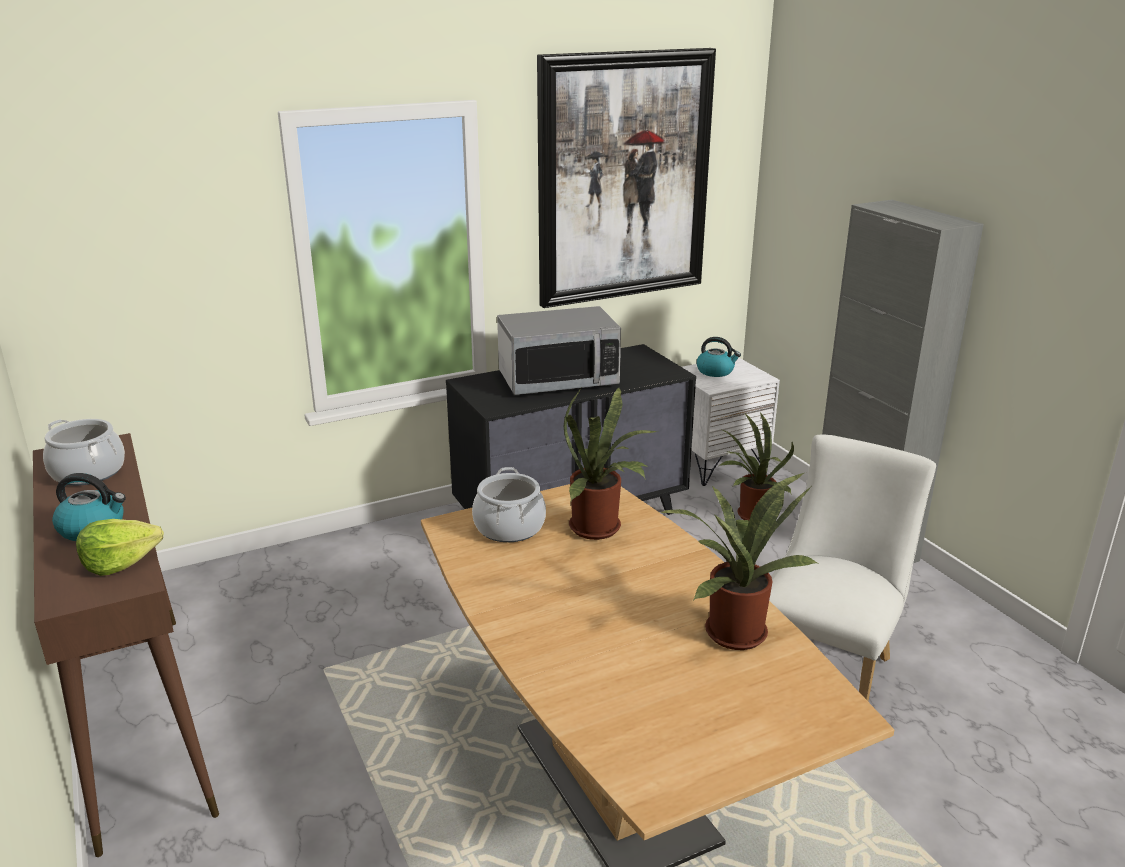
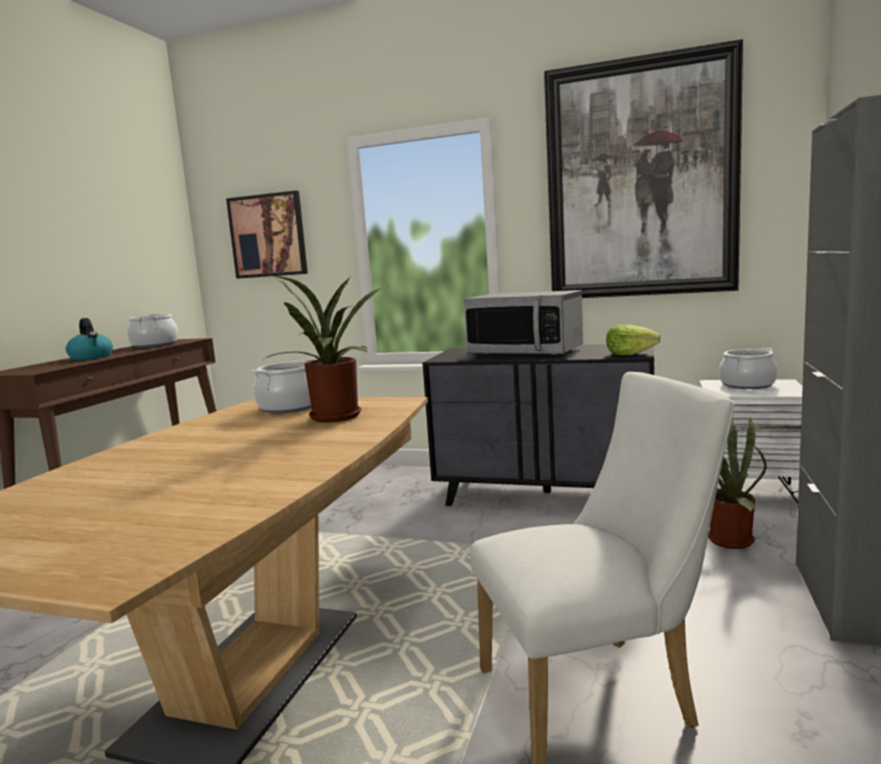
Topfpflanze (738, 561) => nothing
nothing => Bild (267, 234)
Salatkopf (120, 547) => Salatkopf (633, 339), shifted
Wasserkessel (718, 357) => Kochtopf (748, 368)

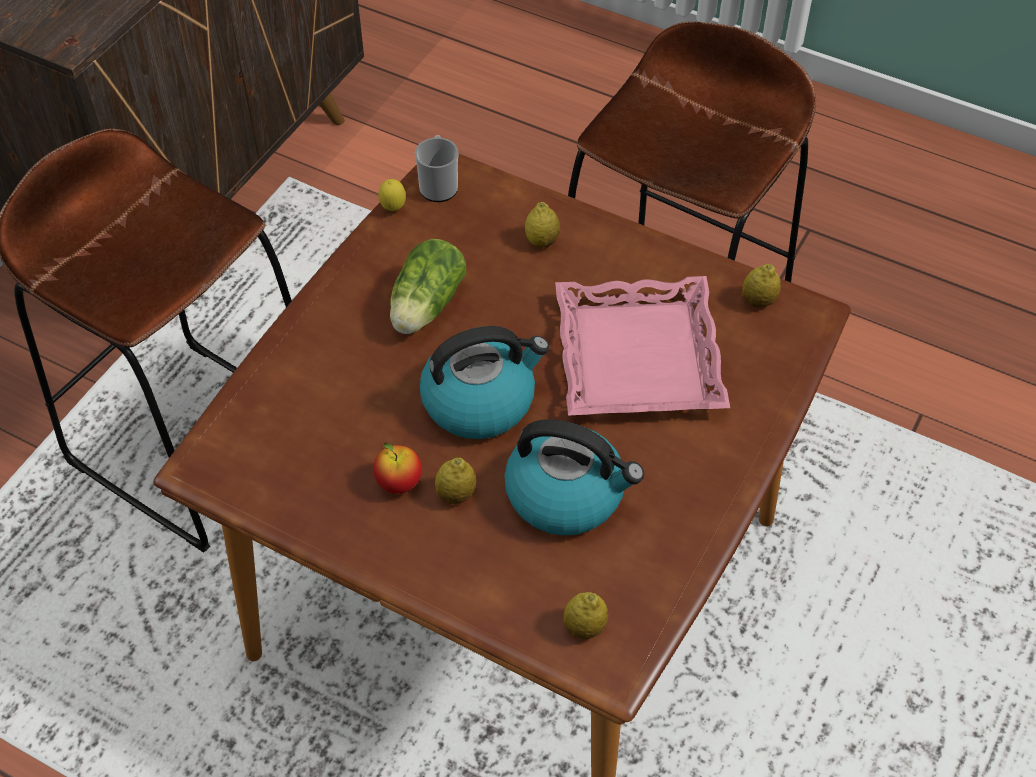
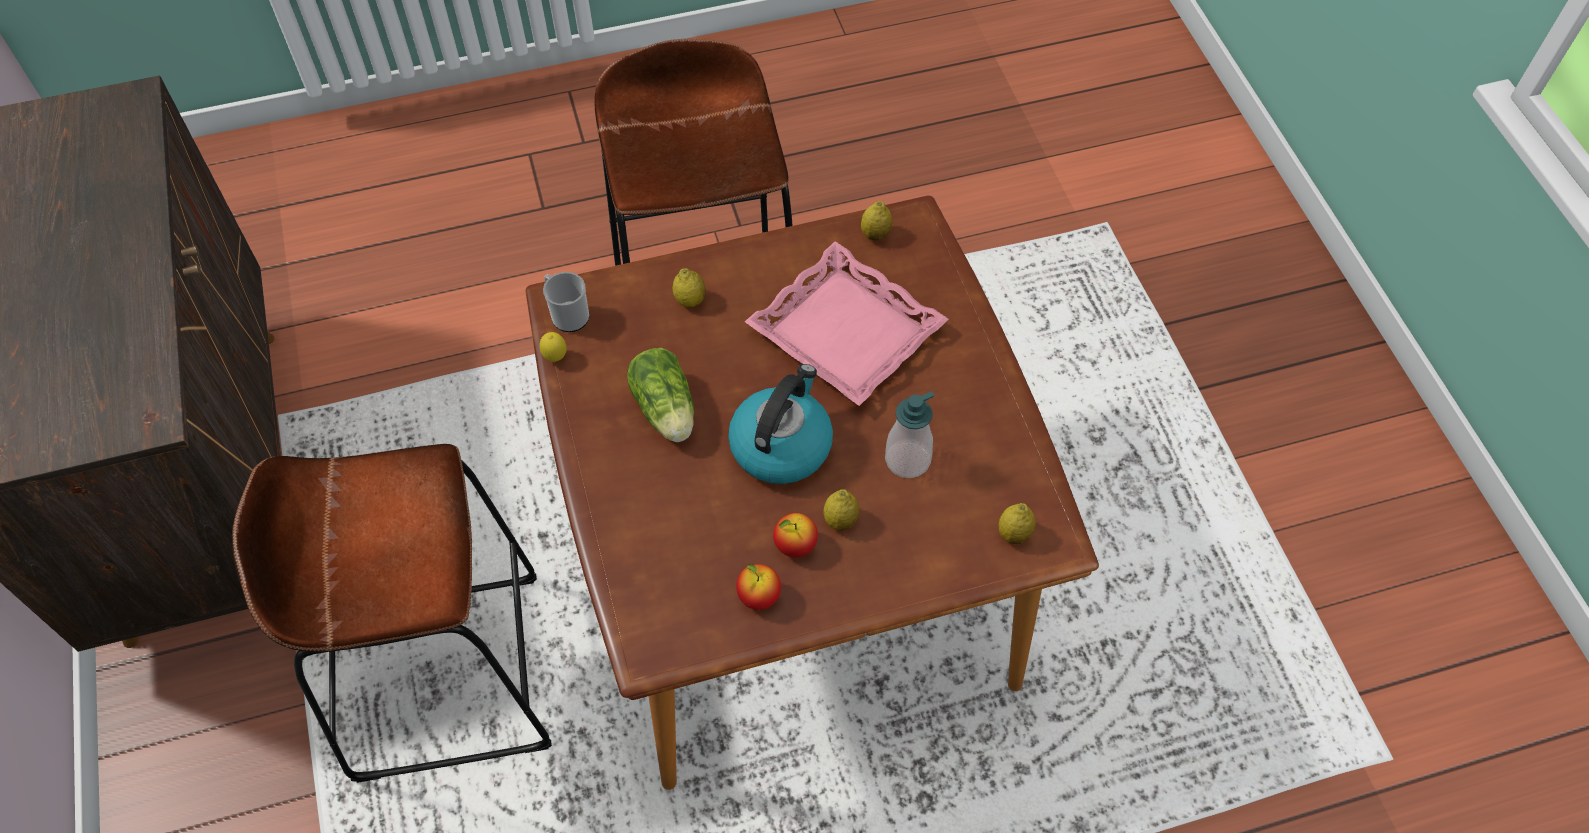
nothing => Apfel (758, 587)
Wasserkessel (574, 477) => Seifenspender (909, 434)

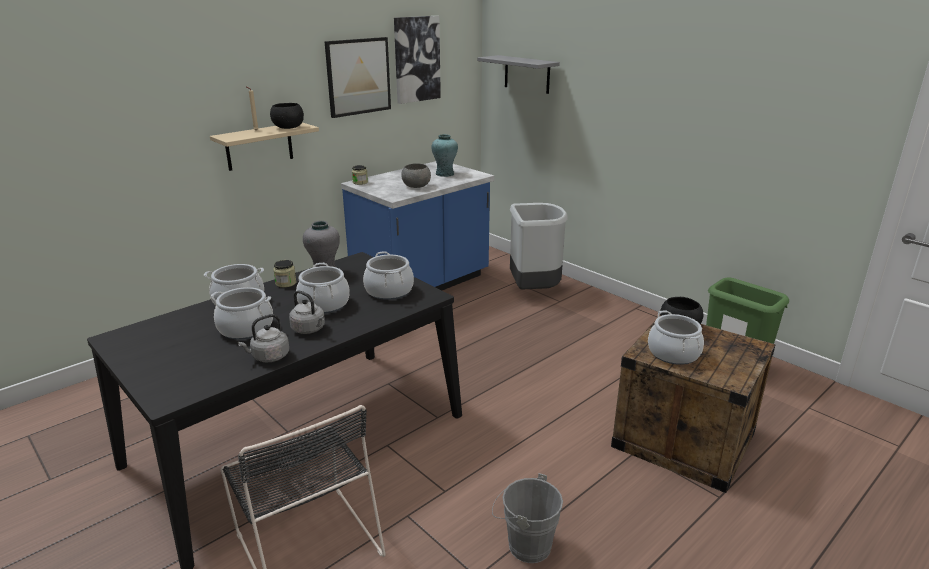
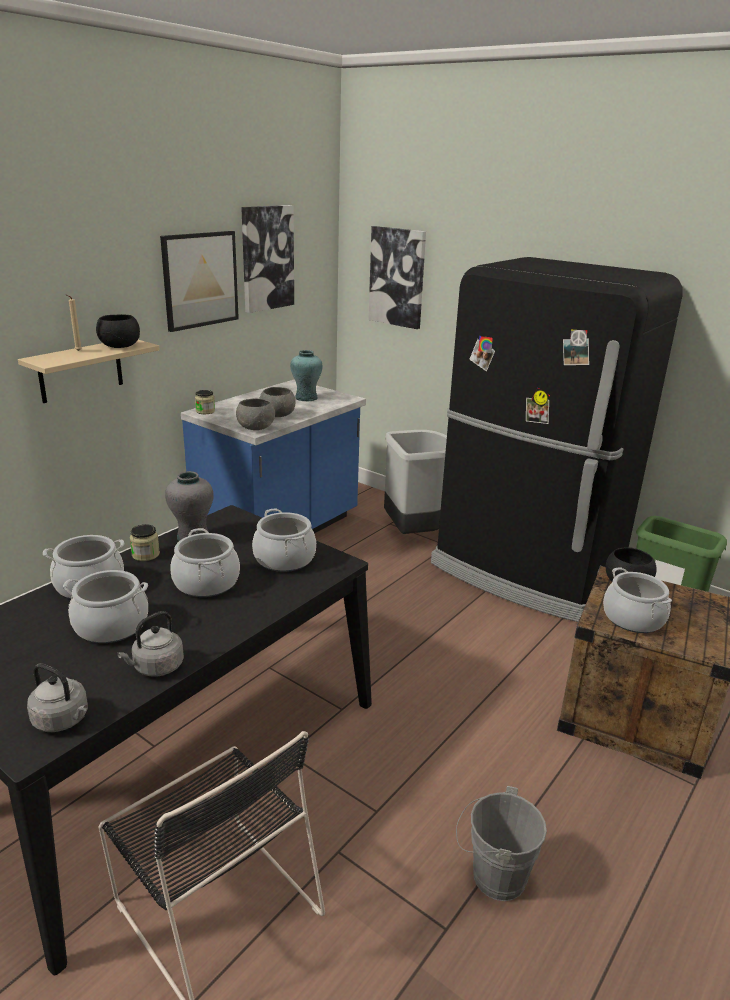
nothing => Schüssel [grau] (255, 414)
nothing => Kühlschrank [schwarz] (557, 439)
Wasserkessel [grau] (307, 312) => Wasserkessel [grau] (57, 697), shifted
Wandregal [grau] (518, 74) => Bild (397, 277)

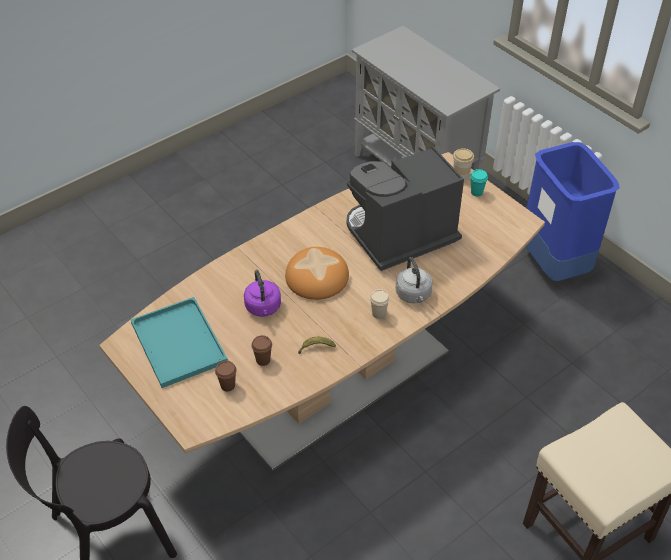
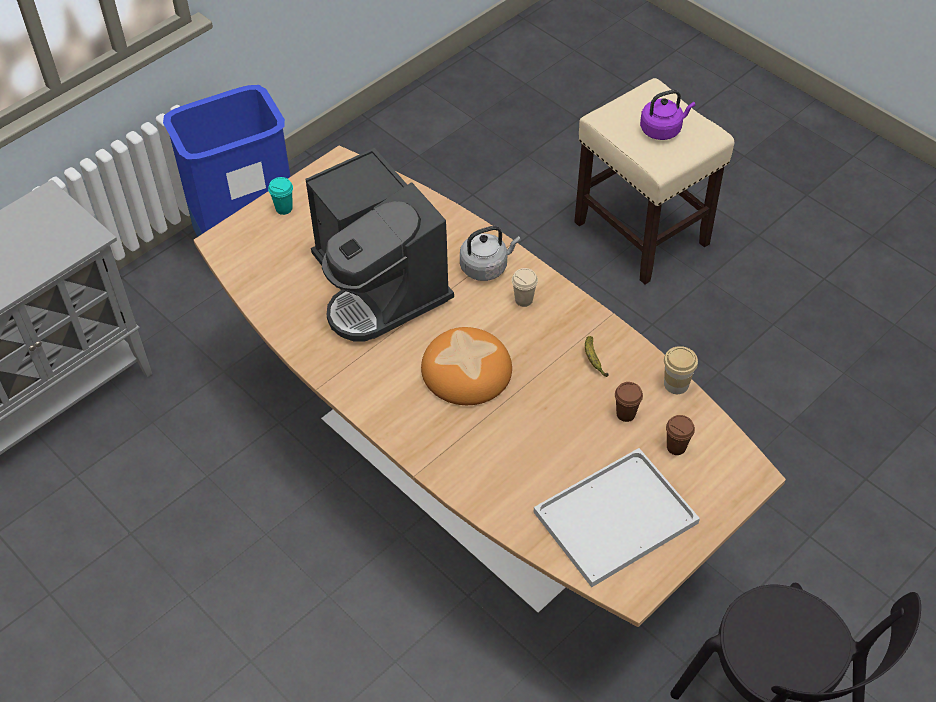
Wasserkessel [lila] (262, 293) => Wasserkessel [lila] (667, 115), shifted
Tasse (463, 164) => Tasse (681, 370), shifted
Tablett [türkis] (179, 342) => Tablett [weiß] (617, 518)

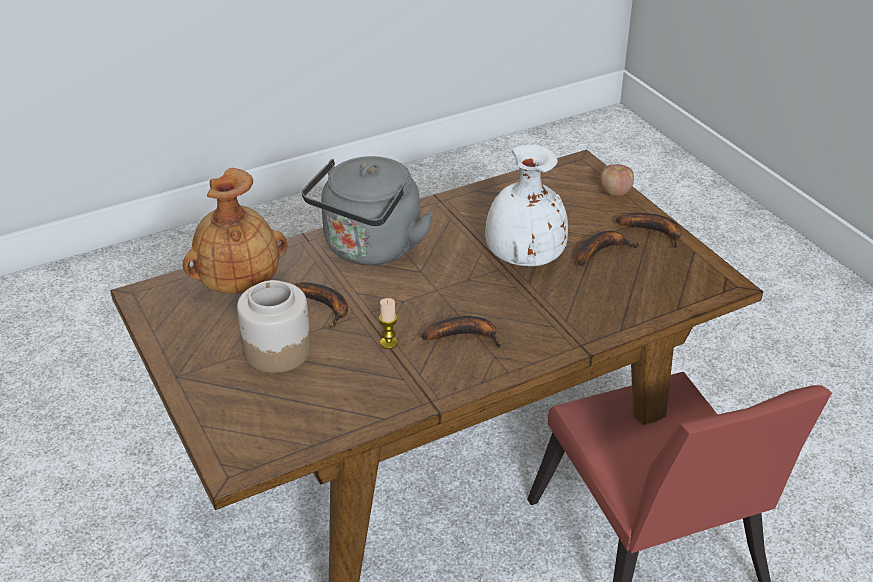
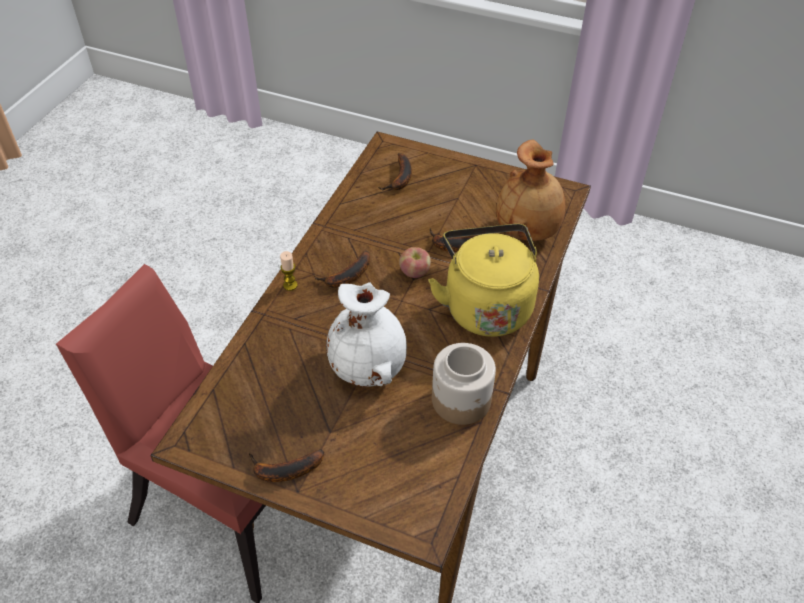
Vorratsglas (274, 326) => Vorratsglas (464, 384), shifted
Kerze (388, 323) => Kerze (289, 271), shifted
Banane (607, 249) => Banane (395, 171), shifted
Apfel (617, 180) => Apfel (415, 262), shifted
Wasserkessel [grau] (367, 210) => Wasserkessel [gelb] (483, 280)

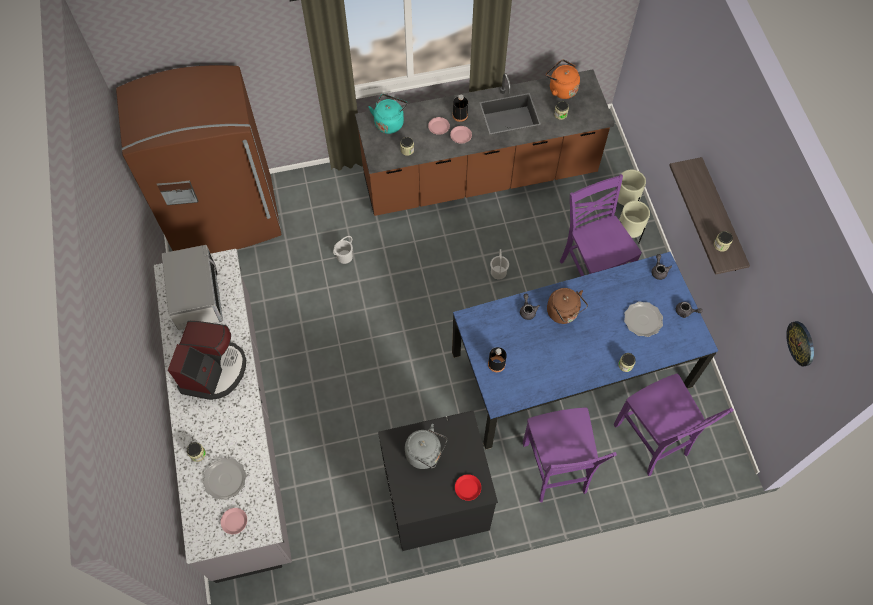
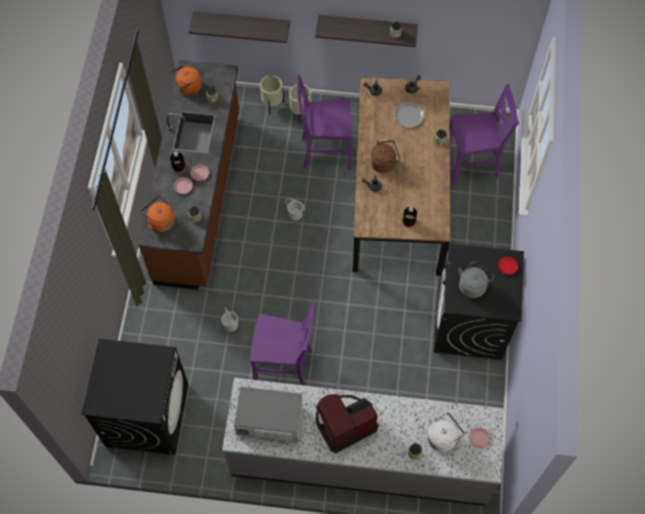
Wanduhr (800, 344) => nothing
nothing => Wandregal (239, 27)
Stuhl [lila] (570, 454) => Stuhl [lila] (282, 344), shifted
Kühlschrank [braun] (198, 159) => Waschmaschine [schwarz] (134, 397)
Teller (225, 479) => Wasserkessel [weiß] (446, 432)
Wasserkessel [türkis] (388, 114) => Wasserkessel [orange] (158, 214)
Esstisch [blau] (585, 350) => Esstisch [braun] (401, 176)
Kaffeemaschine (207, 360) => Kaffeemaschine (347, 423), 60 degrees counterclockwise

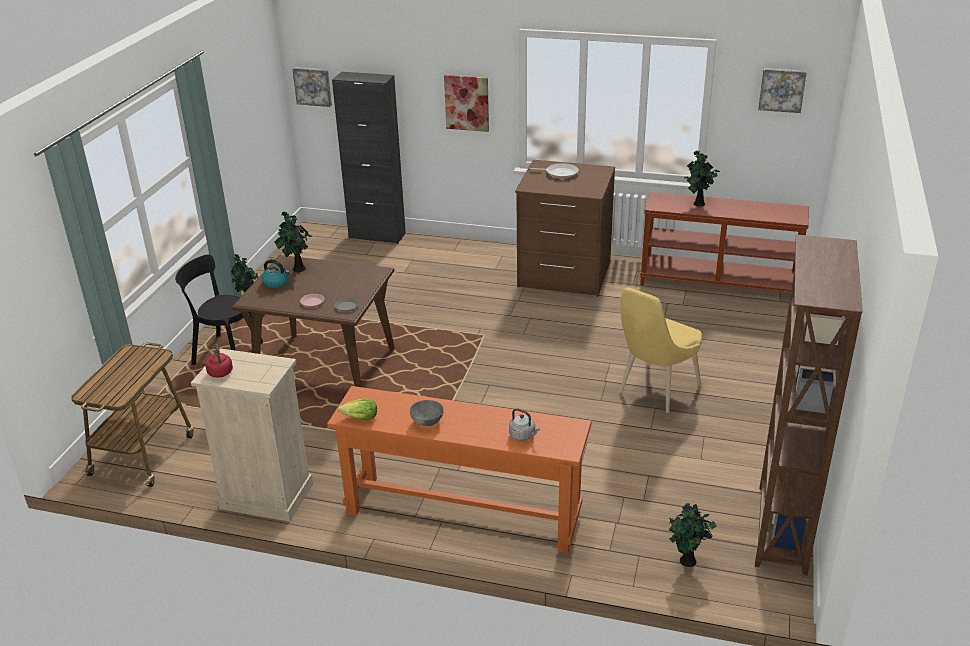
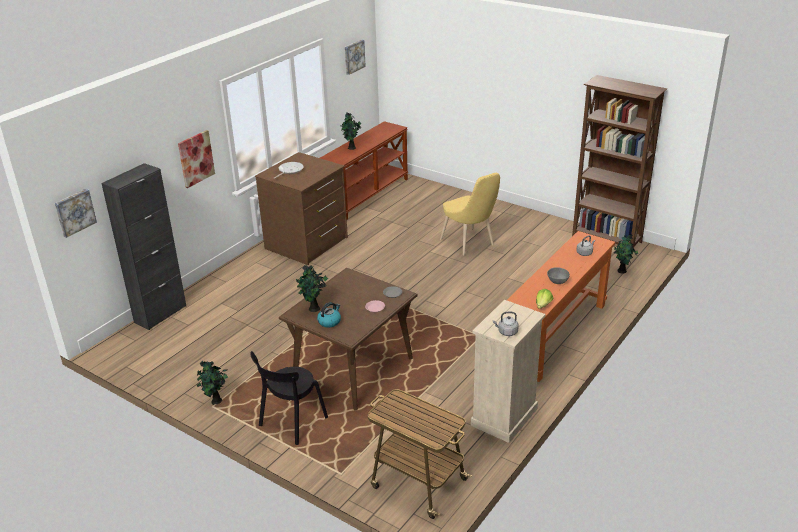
Wasserkessel [rot] (219, 361) => Wasserkessel [grau] (506, 324)

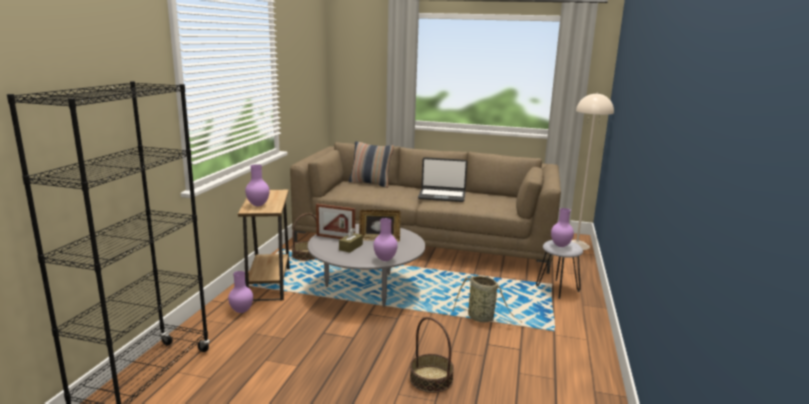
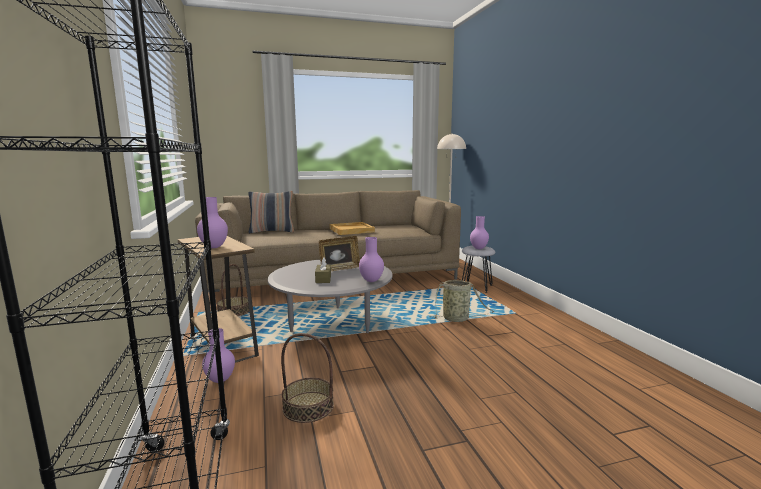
Bilderrahmen (335, 221) => nothing
Korb (432, 355) => Korb (307, 378), shifted
Laptop (442, 179) => Tablett [beige] (352, 228)

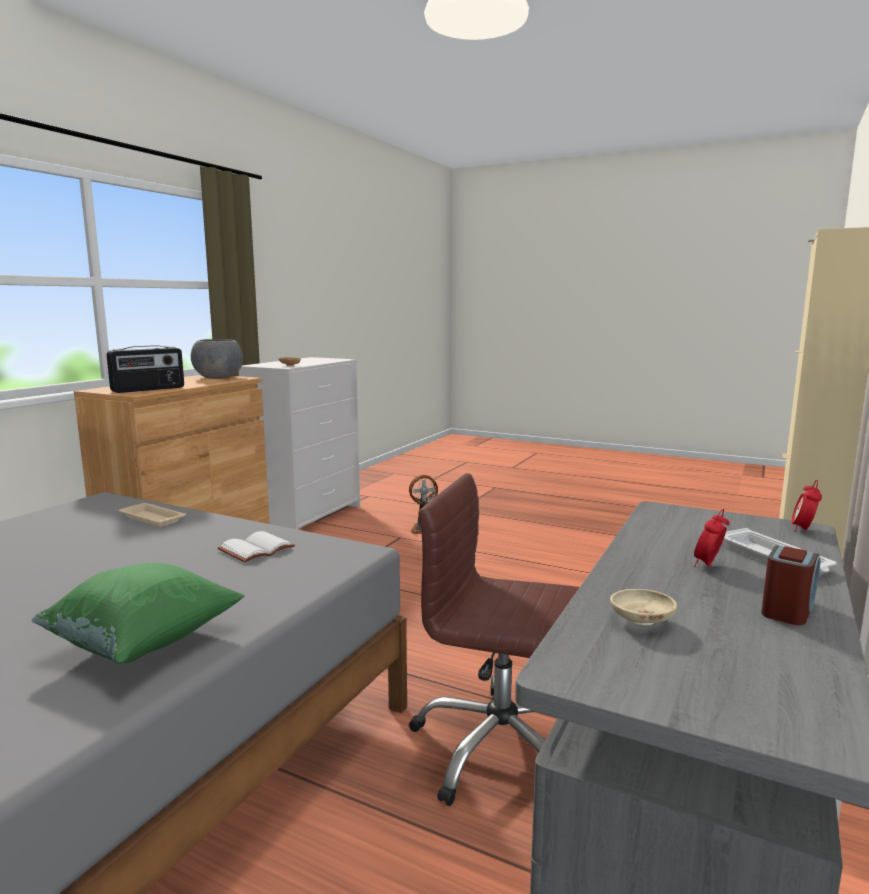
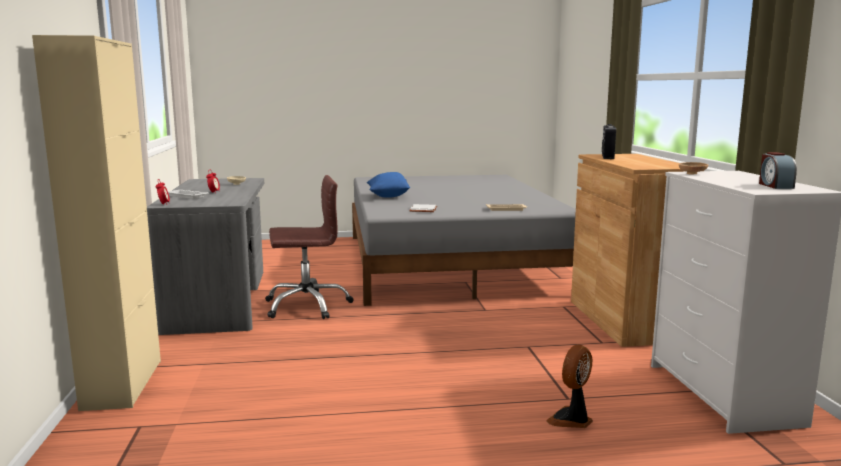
Schüssel [grau] (217, 359) => nothing
Wecker (791, 585) => Wecker (778, 170), shifted
Kissen [grün] (137, 613) => Kissen [blau] (388, 185)

